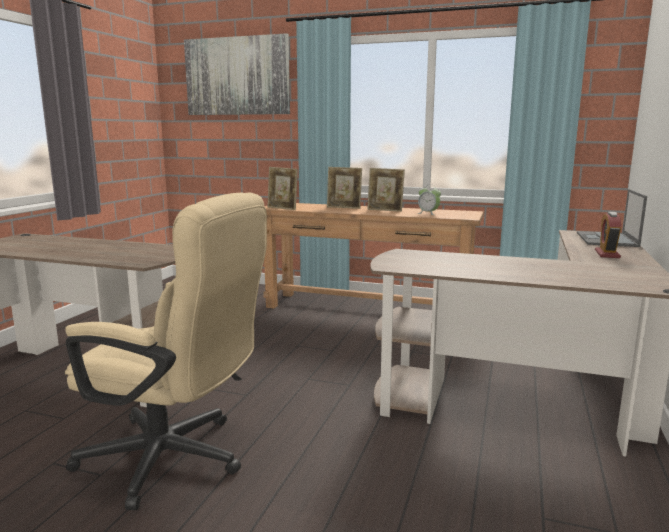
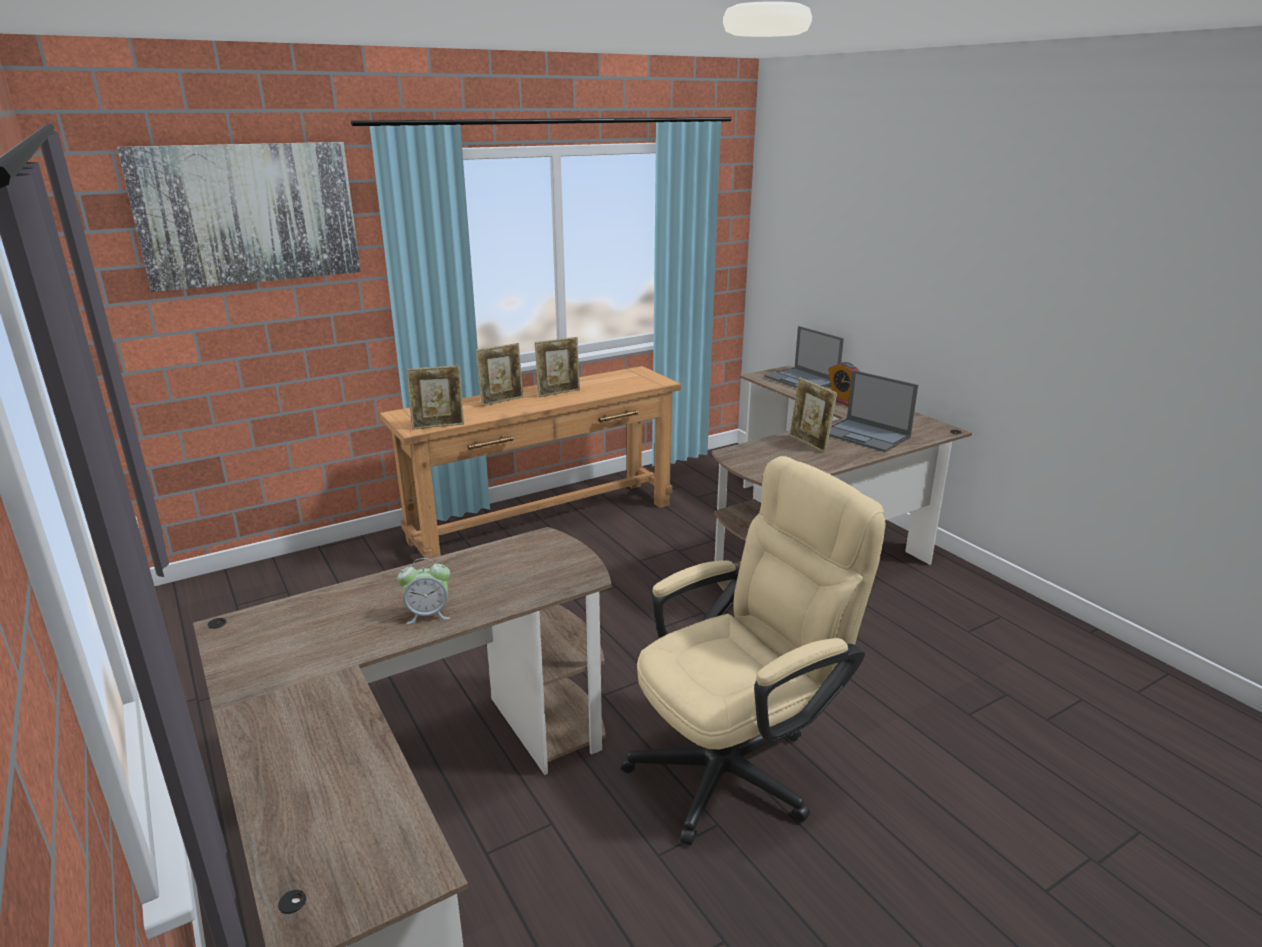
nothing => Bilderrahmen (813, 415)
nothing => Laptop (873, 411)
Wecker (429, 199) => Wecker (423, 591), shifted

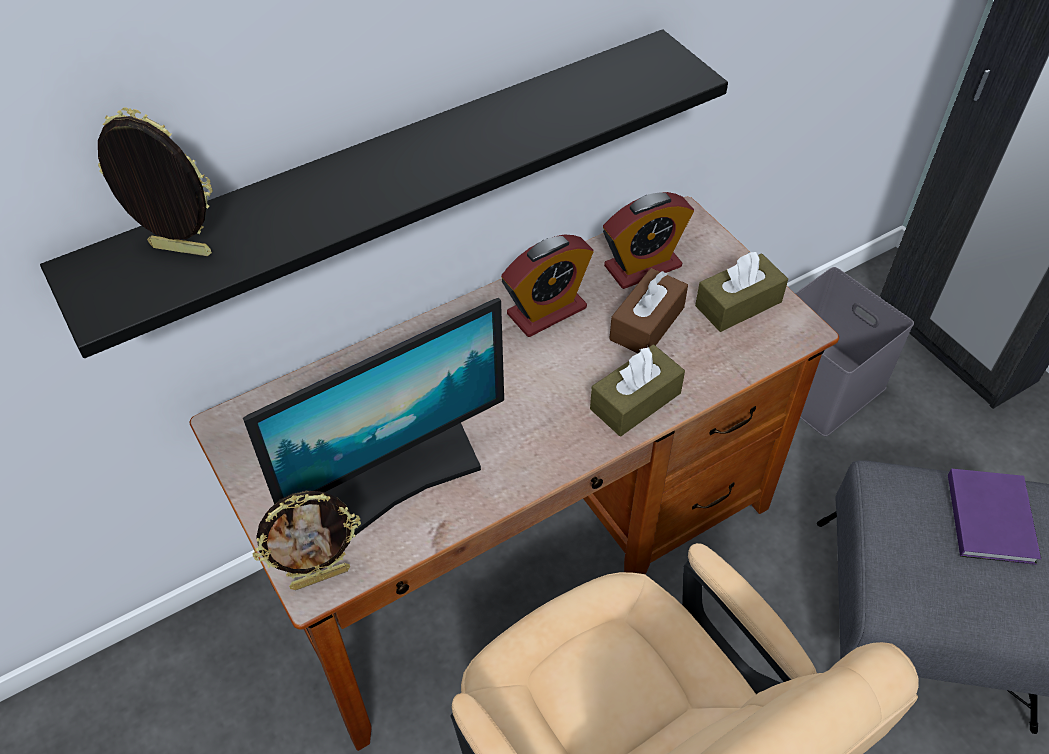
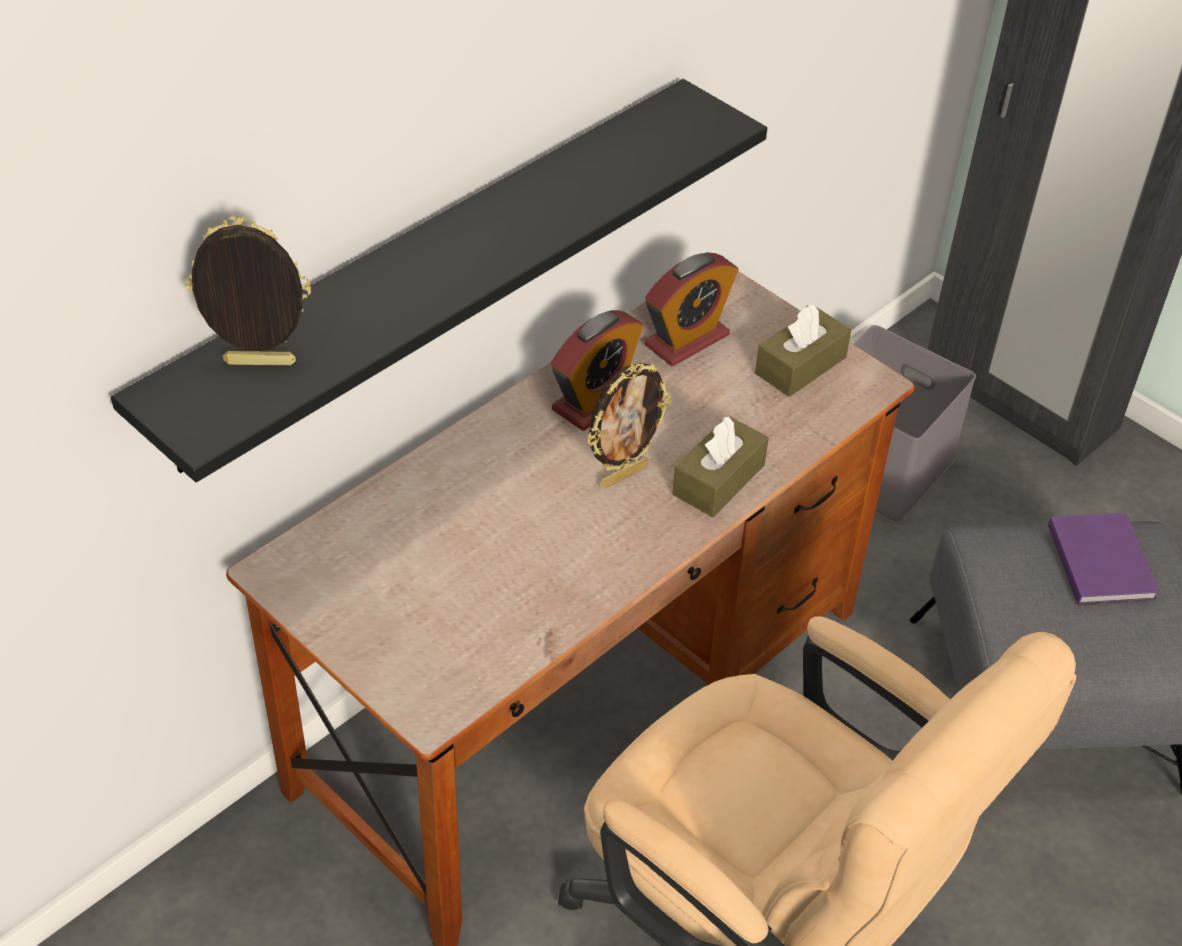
Monitor (373, 418) => nothing
Taschentuchbox [braun] (648, 310) => nothing
Bilderrahmen (307, 540) => Bilderrahmen (629, 426), shifted

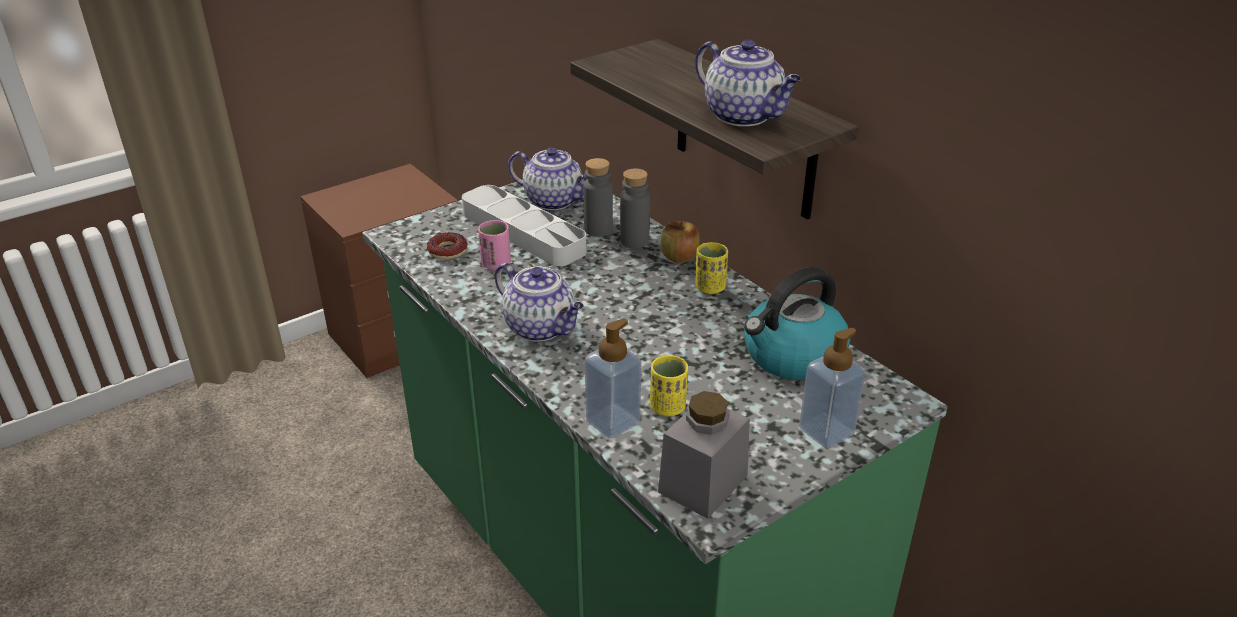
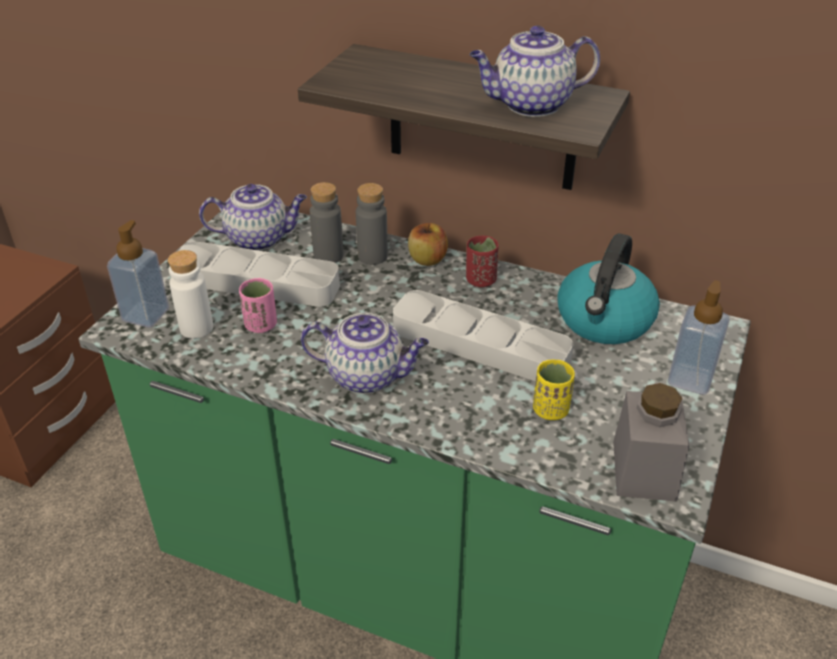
nothing => Tablett [grau] (483, 335)
Seifenspender (613, 378) => Seifenspender (138, 273), shifted
Donut (447, 246) => Flasche [weiß] (190, 294)
Tasse [gelb] (711, 268) => Tasse [rot] (482, 261)
Teekanne (748, 82) => Teekanne (535, 71), 150 degrees clockwise

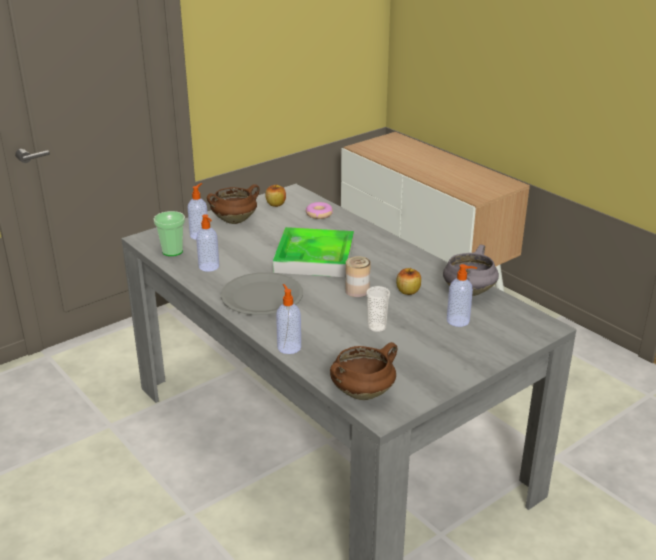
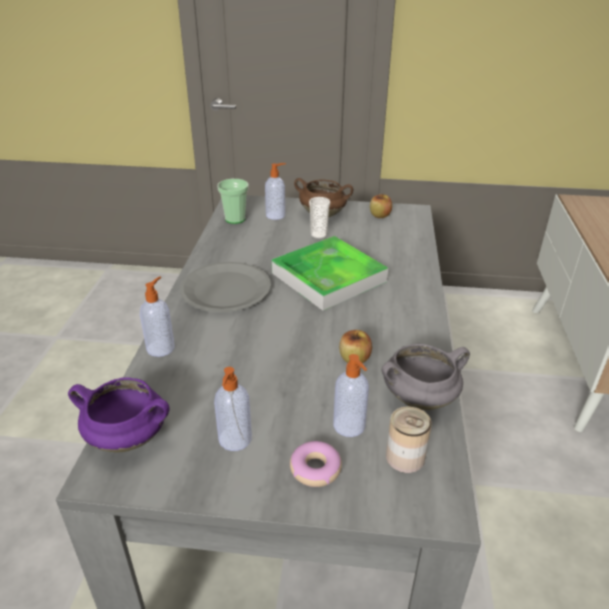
Seifenspender (207, 243) => Seifenspender (233, 409), shifted
Donut (319, 210) => Donut (316, 464), shifted
Dose (358, 276) => Dose (409, 440), shifted
Tasse (378, 309) => Tasse (319, 218), shifted
Kochtopf [braun] (363, 371) => Kochtopf [lila] (119, 415)

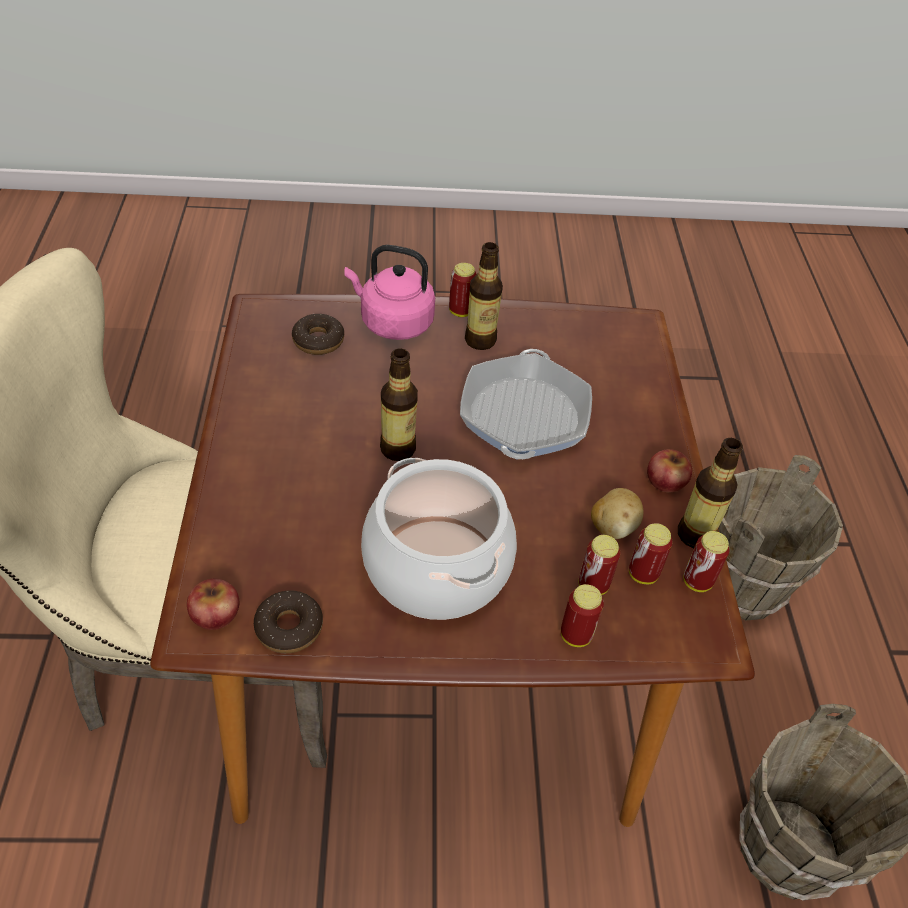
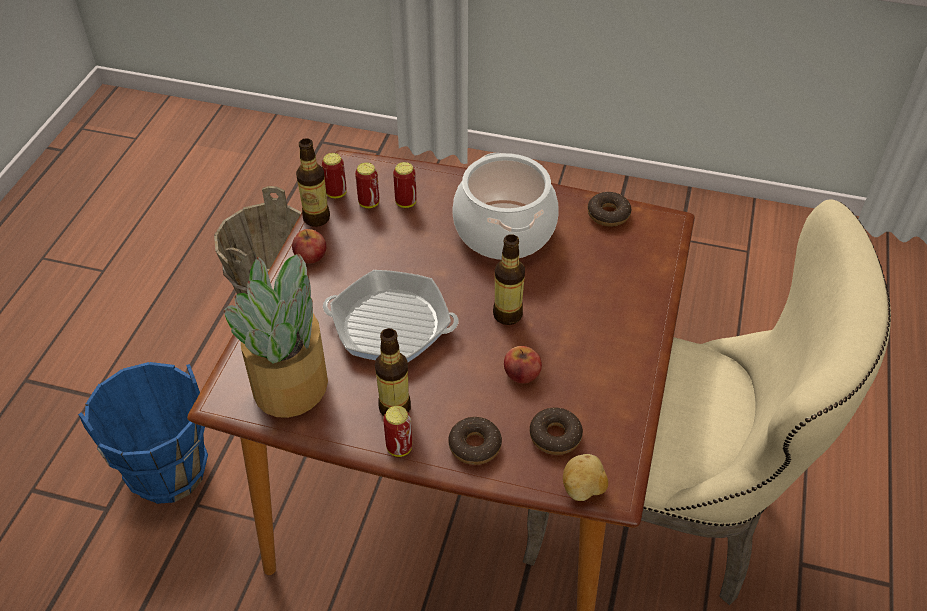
Dose (582, 615) => nothing
nothing => Topfpflanze (276, 336)
Apfel (213, 604) => Apfel (523, 364), shifted
Kartoffel (617, 513) => Kartoffel (585, 477), shifted
Wasserkessel [rosa] (389, 292) => Donut (475, 441)
Eimer [braun] (780, 537) => Eimer [blau] (143, 433)
Pfanne (526, 404) => Pfanne (391, 316), 105 degrees counterclockwise

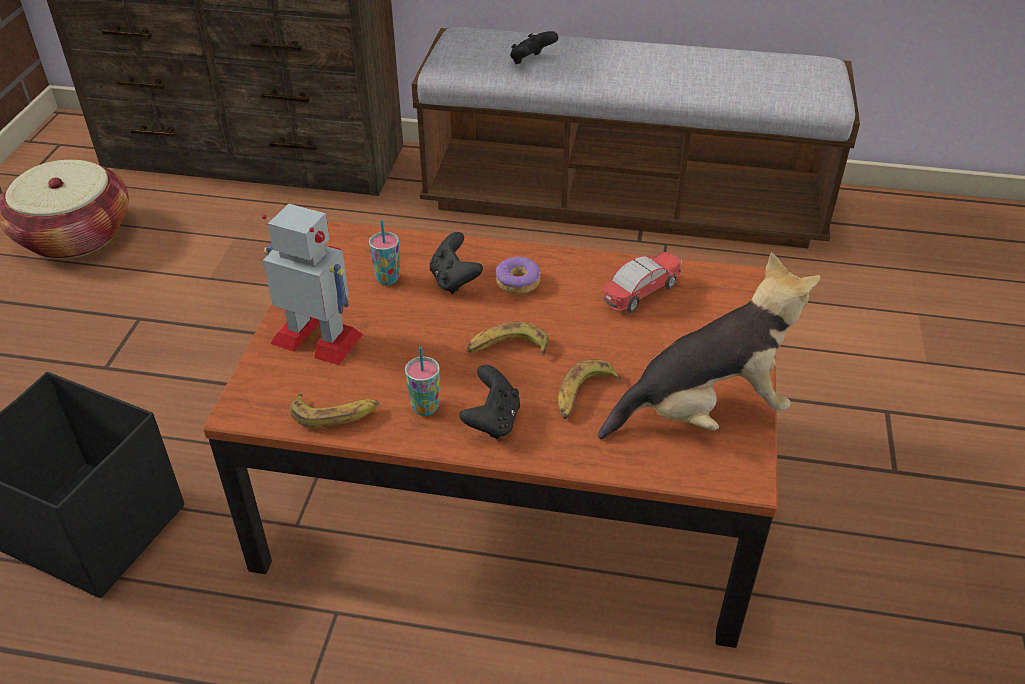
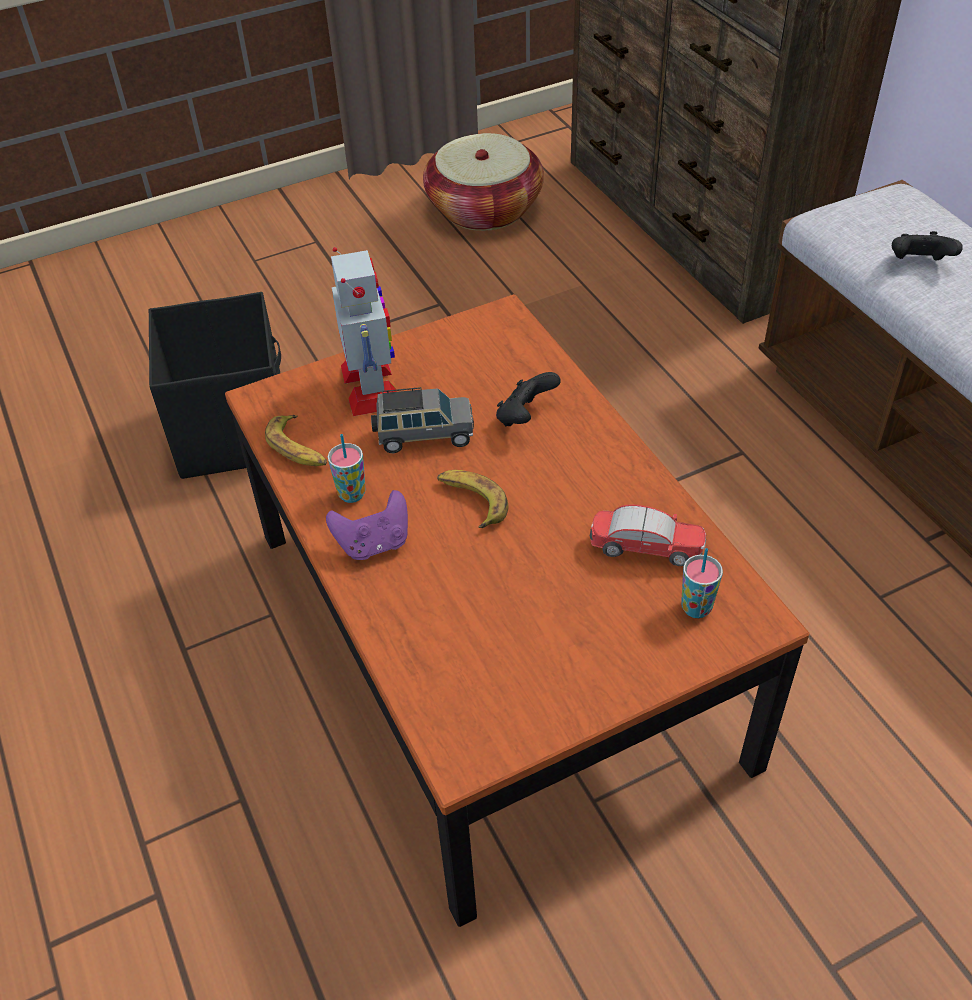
Donut (518, 275) => nothing
Banane (589, 389) => nothing
Plüschtier (709, 345) => nothing
nothing => Spielzeugauto [grau] (422, 420)
Tasse (384, 252) => Tasse (702, 583), shifted
Gamepad [schwarz] (490, 402) => Gamepad [lila] (367, 525)

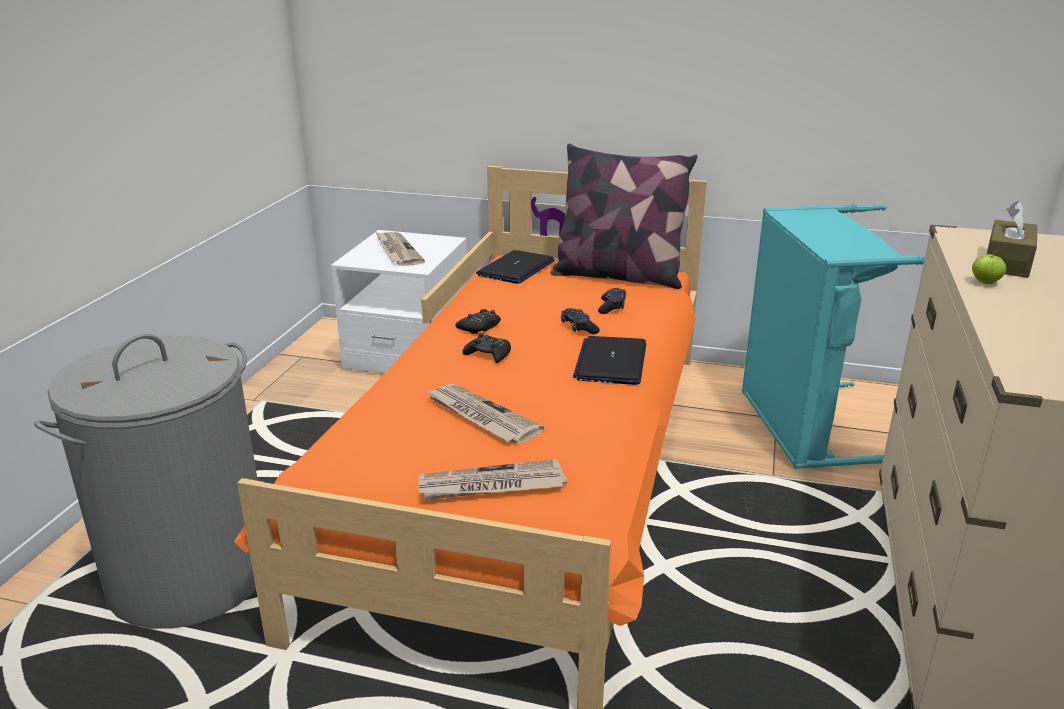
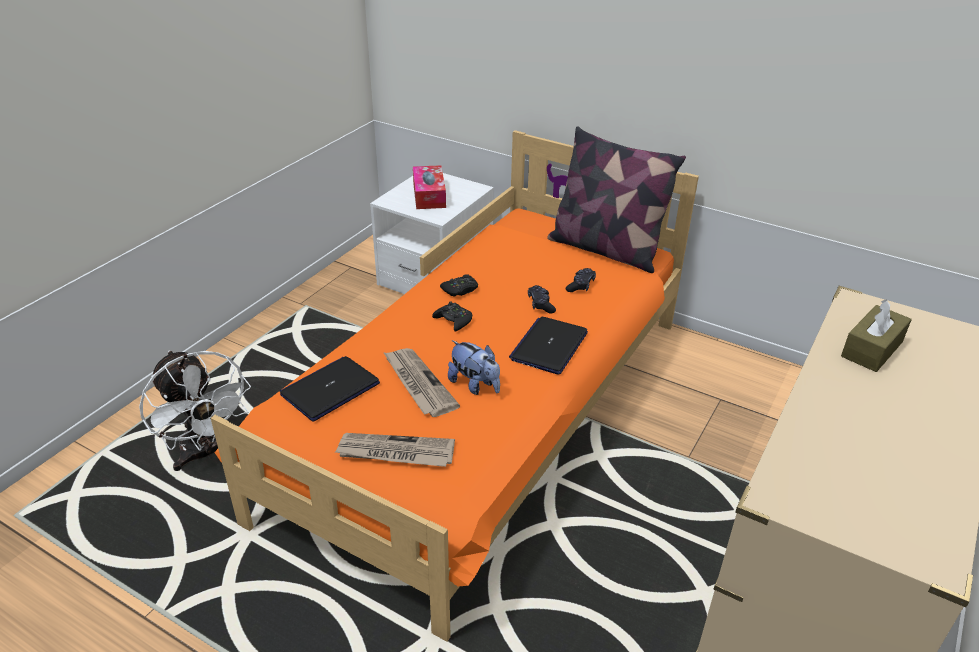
Wäschekorb [türkis] (833, 336) => nothing
Apfel (989, 267) => nothing
nothing => Plüschtier (474, 367)
Laptop (515, 267) => Laptop (330, 389), shifted
Wäschekorb [grau] (146, 481) => Ventilator [weiß] (195, 410)
Zeitung (400, 249) => Taschentuchbox (429, 187)

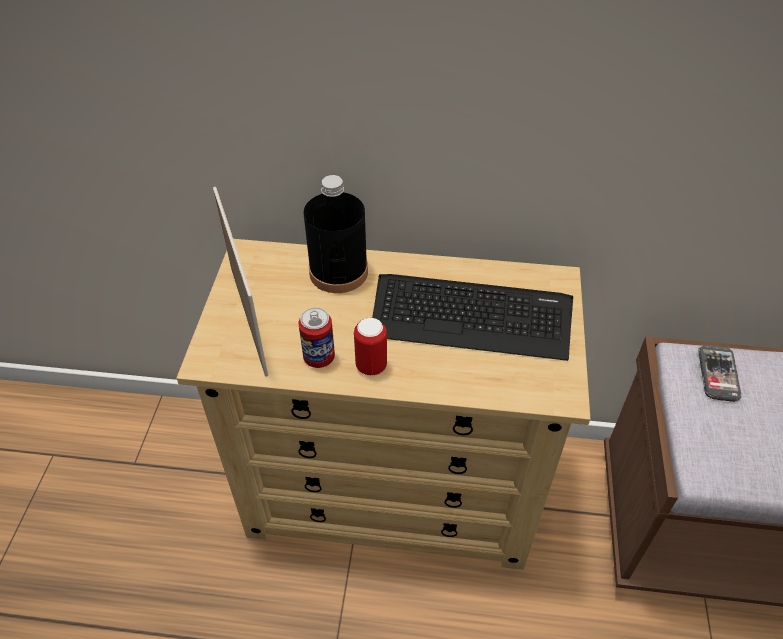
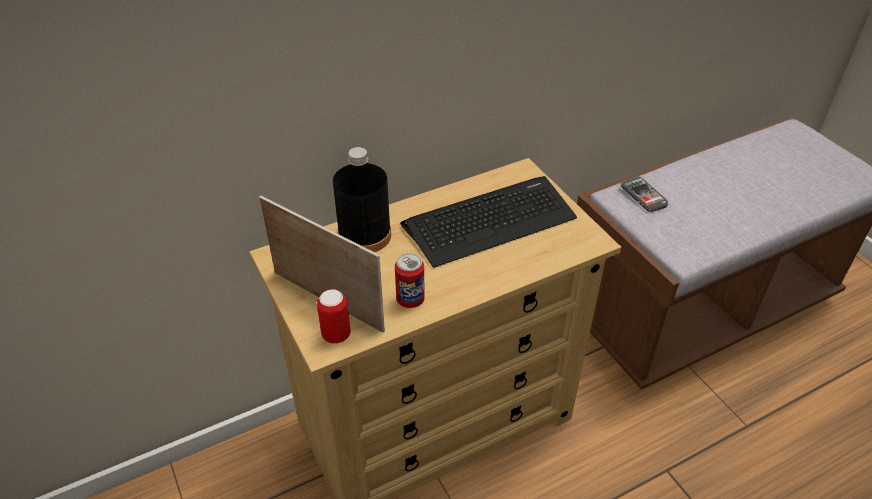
Dose (370, 347) => Dose (334, 316), shifted

